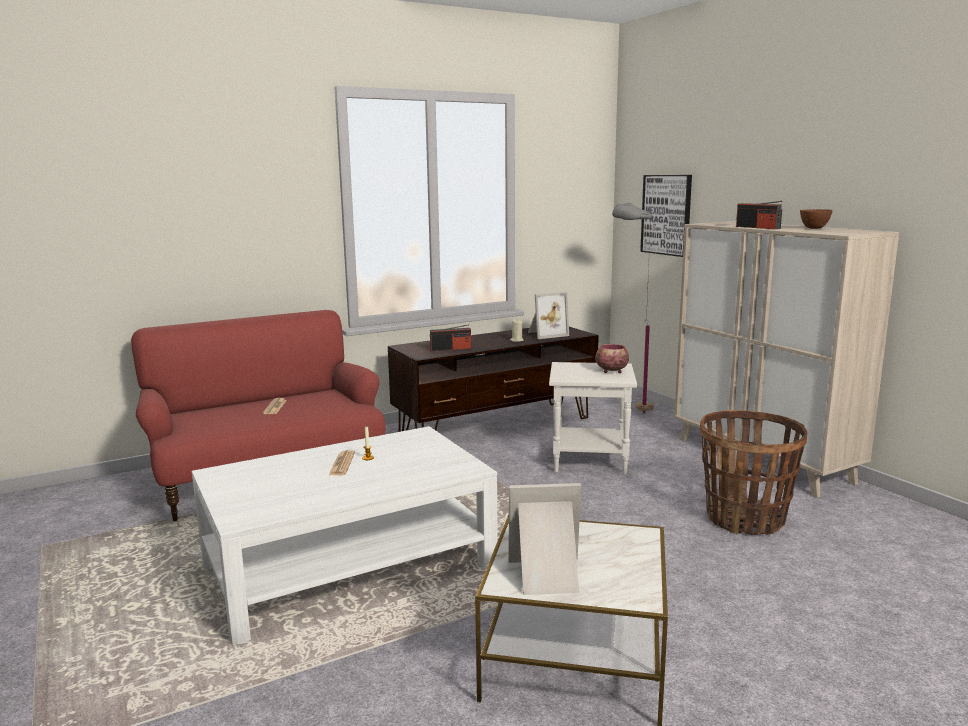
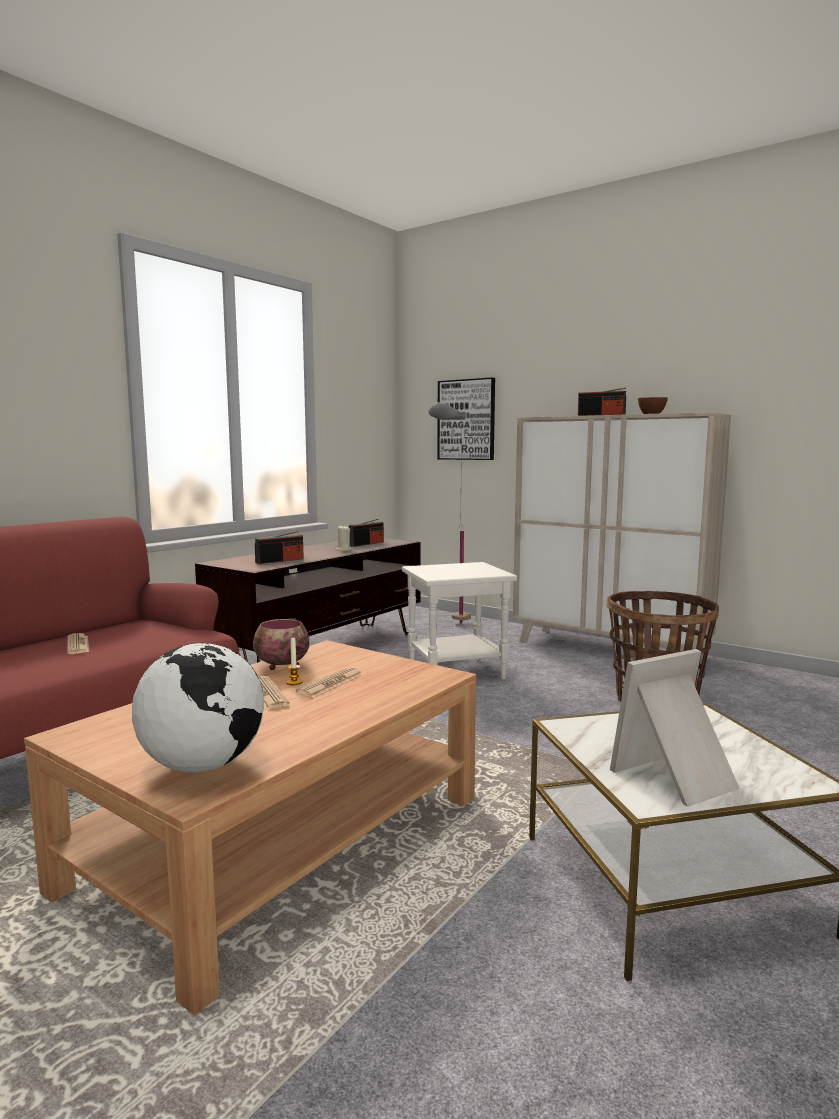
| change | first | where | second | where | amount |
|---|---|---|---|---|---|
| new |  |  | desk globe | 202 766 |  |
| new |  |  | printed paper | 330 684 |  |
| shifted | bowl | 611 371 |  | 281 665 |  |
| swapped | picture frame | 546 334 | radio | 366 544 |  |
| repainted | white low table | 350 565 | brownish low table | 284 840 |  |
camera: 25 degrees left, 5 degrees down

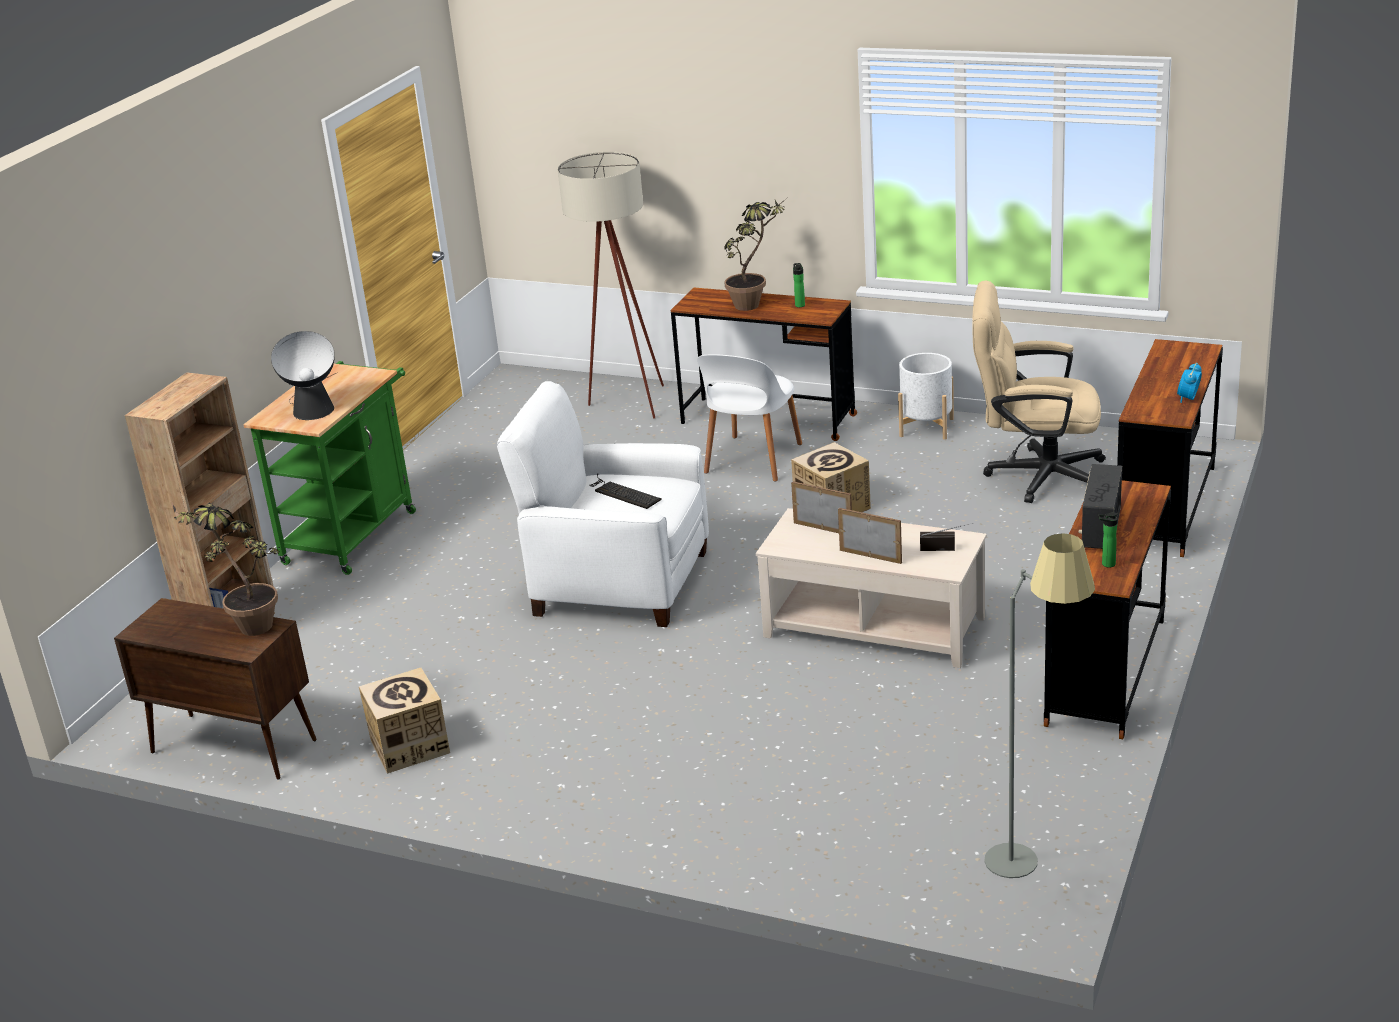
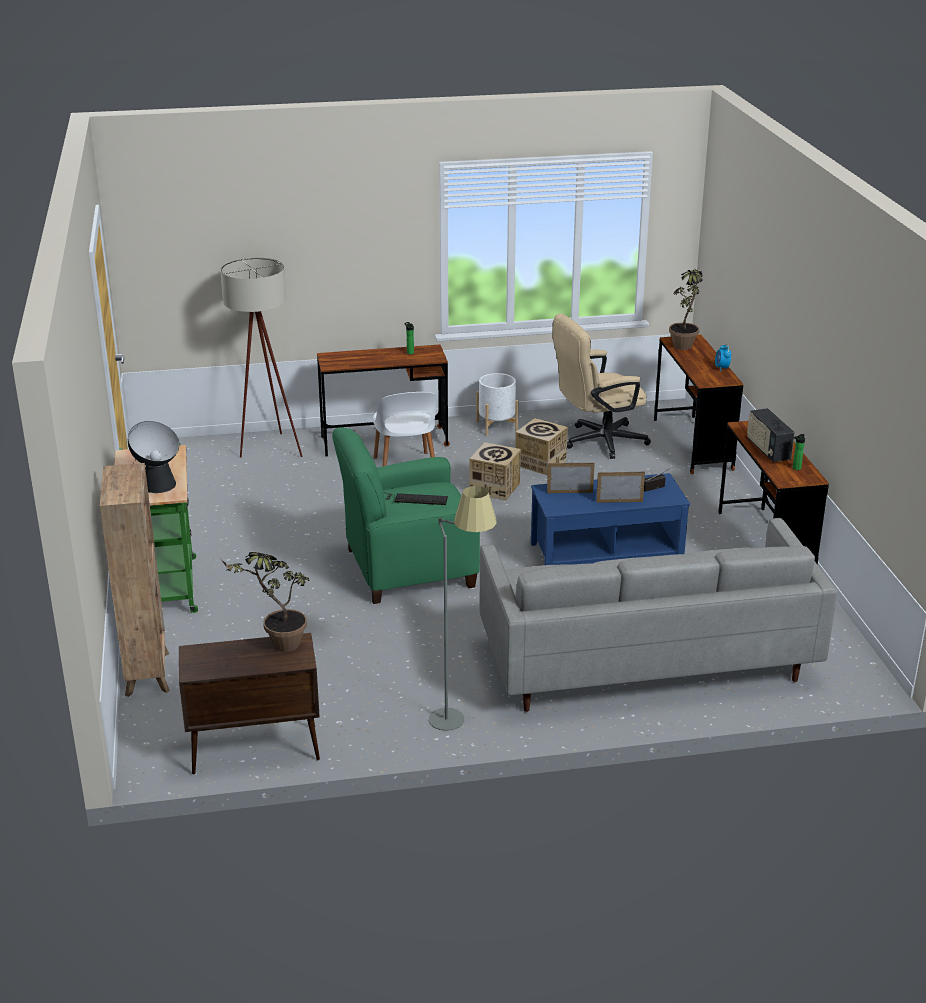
| change | first | where | second | where | amount |
|---|---|---|---|---|---|
| new |  |  | gray couch | 644 662 |  |
| shifted | packing box | 409 746 |  | 540 463 |  |
| shifted | plant in a pot | 754 303 |  | 685 344 |  |
| shifted | gray standard lamp | 1035 860 |  | 461 714 |  |
| repainted | white easy chair | 618 583 | green easy chair | 408 568 |  |
| repainted | sand-coloured low table | 873 627 | blue low table | 606 553 |  |
camera: 35 degrees left, 0 degrees up

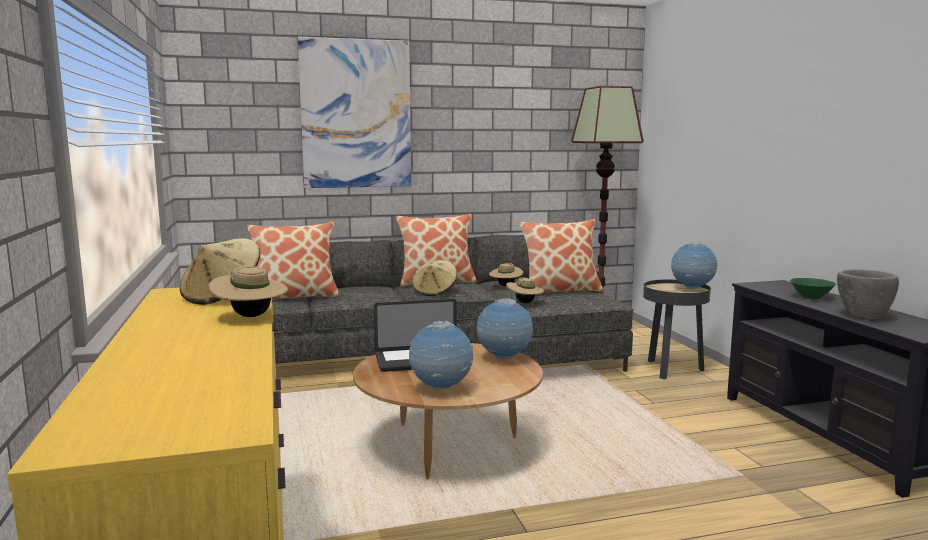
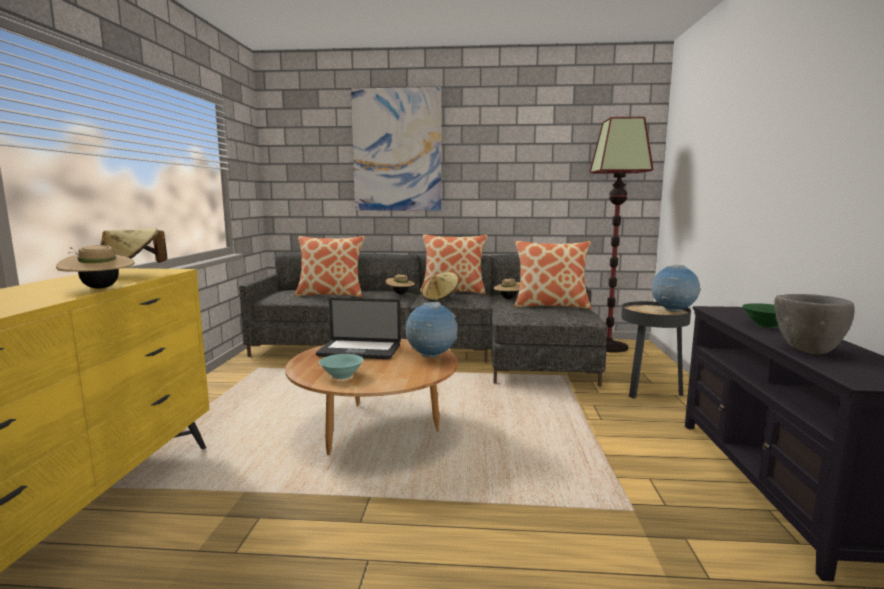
| change | first | where | second | where | amount |
|---|---|---|---|---|---|
| shifted | sand-coloured wearable hat | 525 303 |  | 400 294 |  |
| swapped | desk globe | 441 389 | turquoise-coloured bowl | 341 376 |  |
camera: 20 degrees right, 0 degrees up

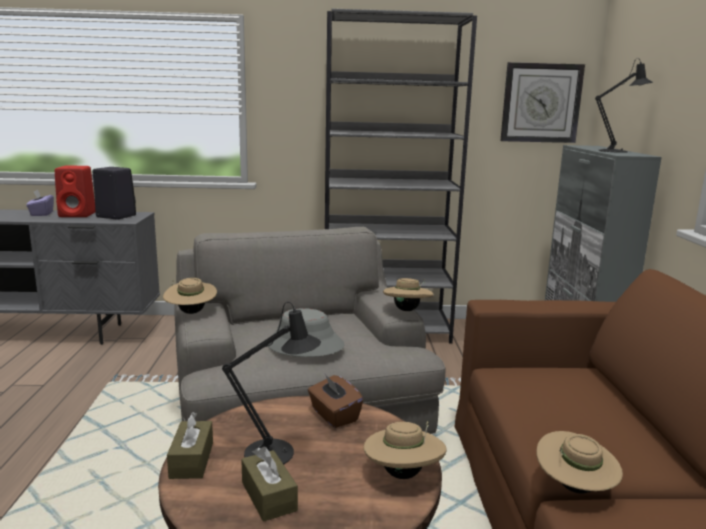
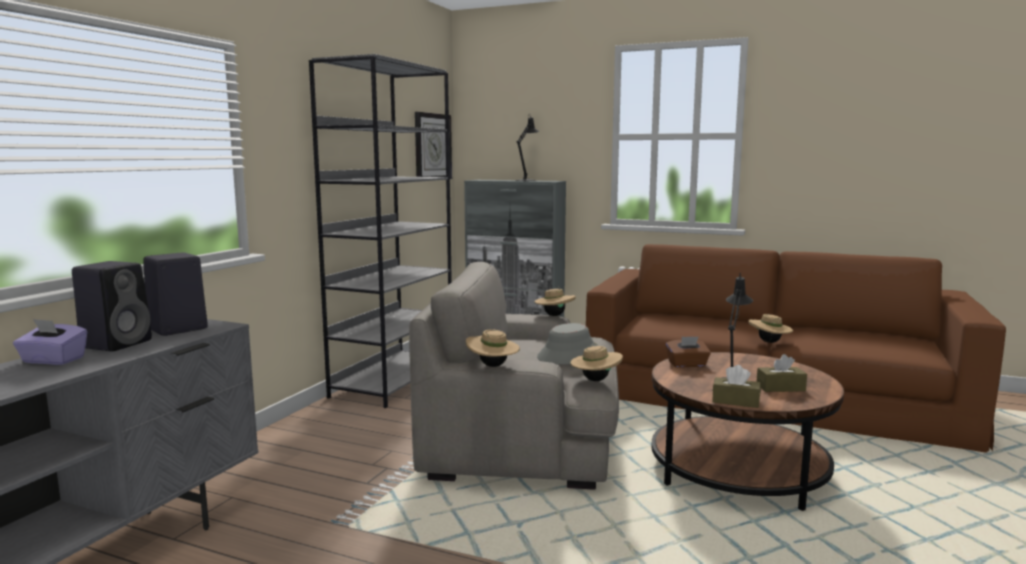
| change | first | where | second | where | amount |
|---|---|---|---|---|---|
| shifted | sand-coloured wearable hat | 403 474 |  | 595 380 |  |
| repainted | reddish loudspeaker | 79 214 | blackish loudspeaker | 117 343 |  |
camera: 65 degrees left, 5 degrees down

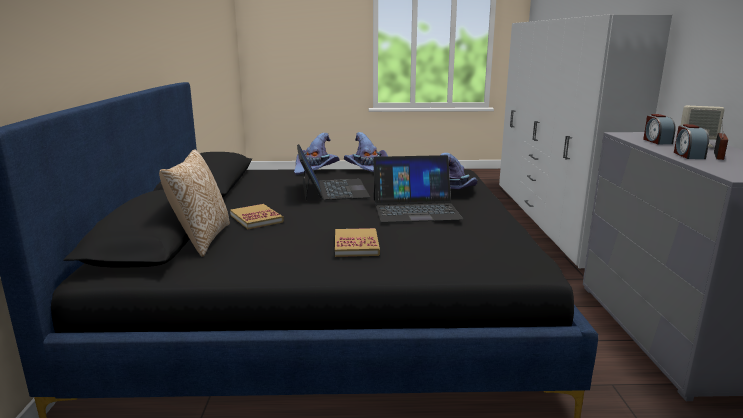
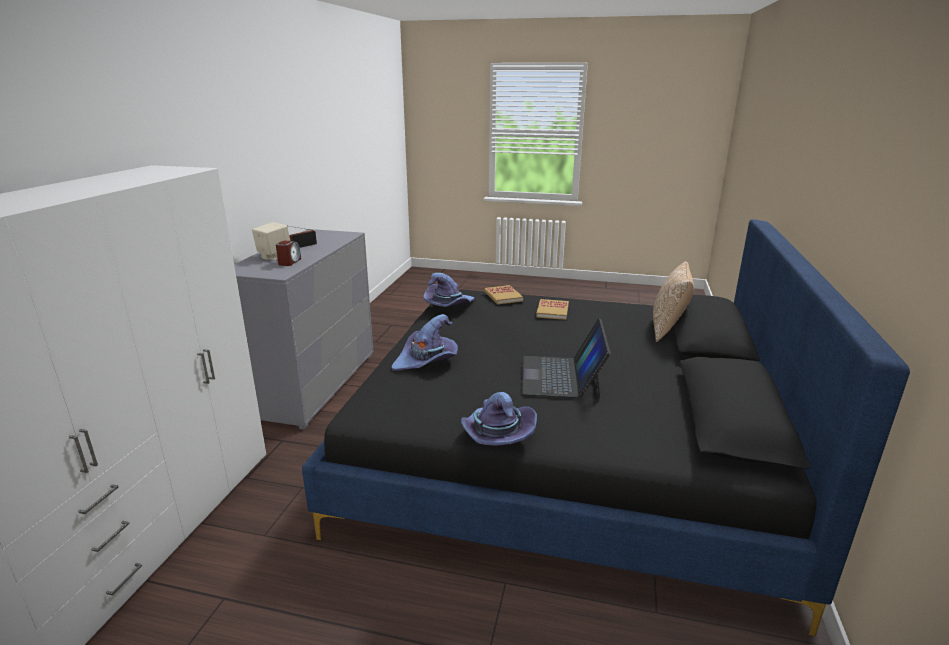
| change | first | where | second | where | amount |
|---|---|---|---|---|---|
| gone | notebook computer | 415 209 |  |  |  |
| gone | alarm clock | 688 155 |  |  |  |
| shifted | volume | 256 218 |  | 503 296 |  |
| shifted | purple wearable hat | 316 169 |  | 448 305 |  |
camera: 165 degrees left, 5 degrees up

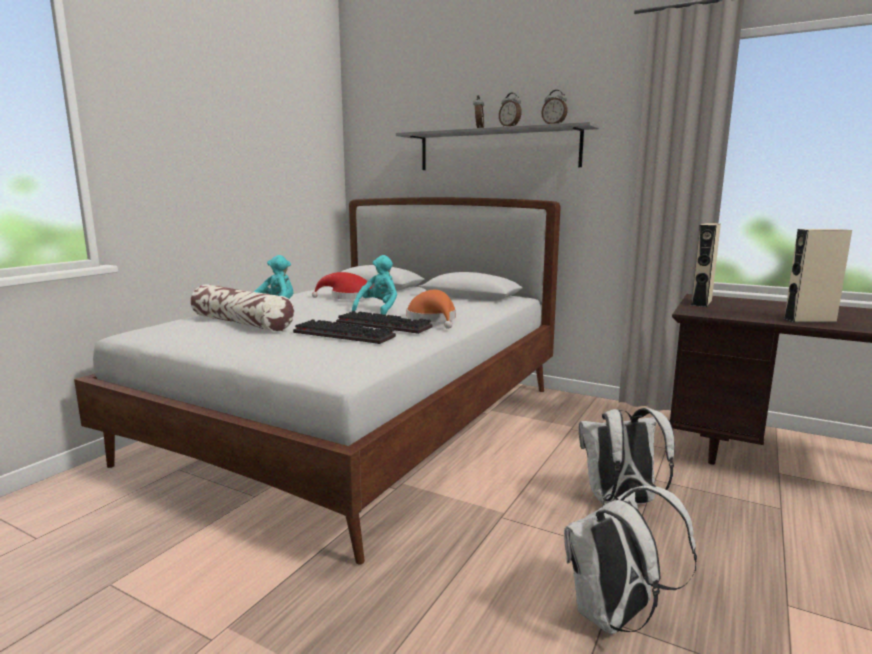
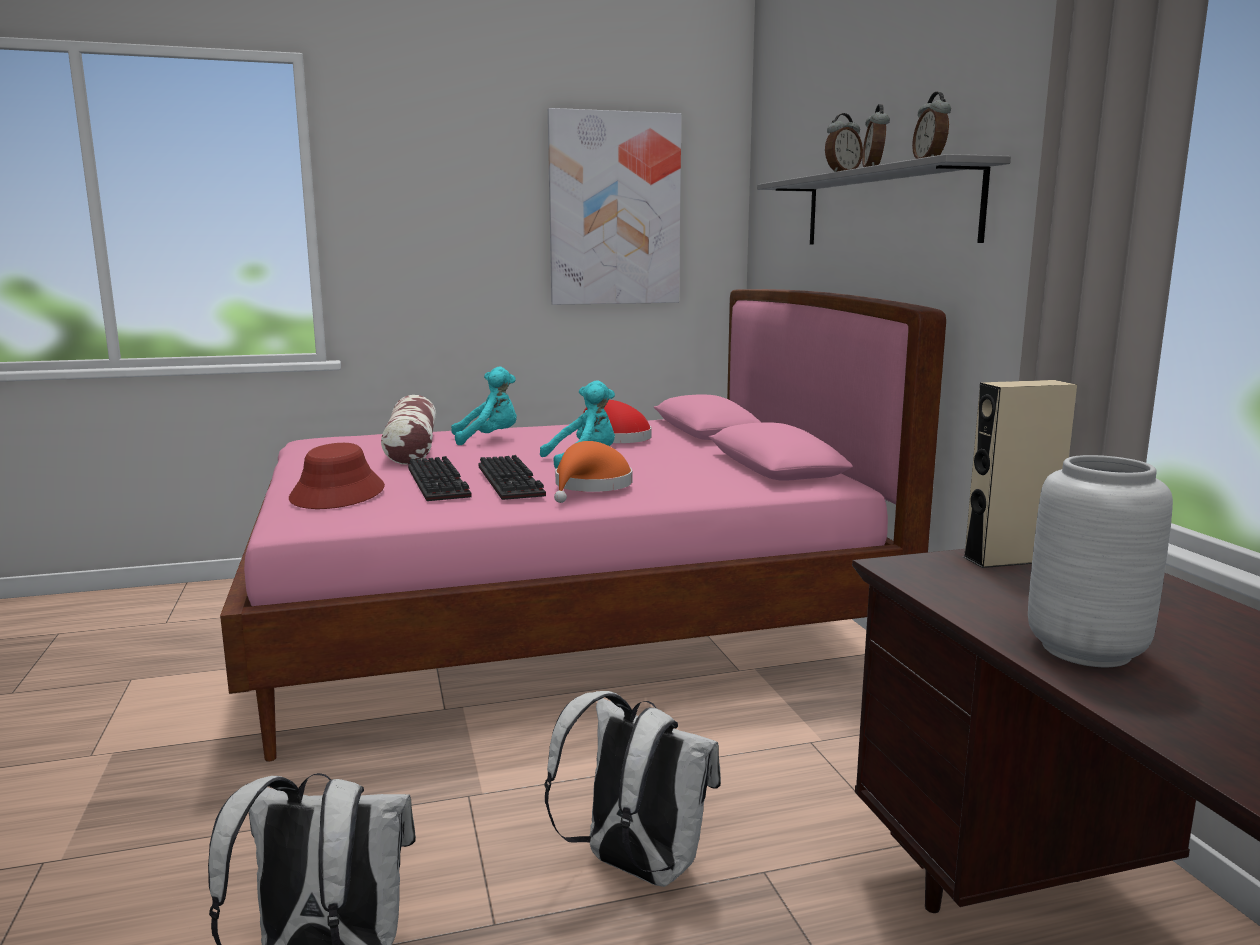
| change | first | where | second | where | amount |
|---|---|---|---|---|---|
| new |  |  | reddish wearable hat | 338 493 |  |
| new |  |  | wall art | 614 209 |  |
| swapped | sand-coloured loudspeaker | 809 320 | gray decorative vase | 1087 651 |  |
| repainted | white sleeping bed | 360 425 | pink sleeping bed | 561 624 |  |
camera: 45 degrees right, 0 degrees up

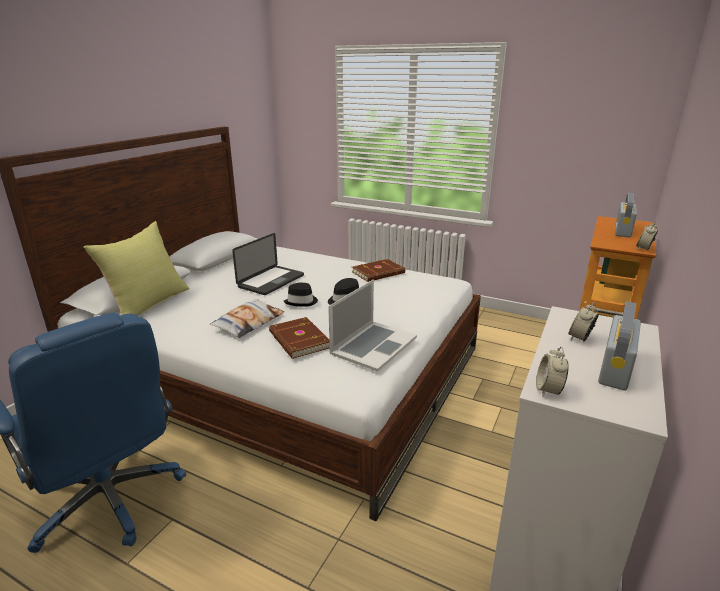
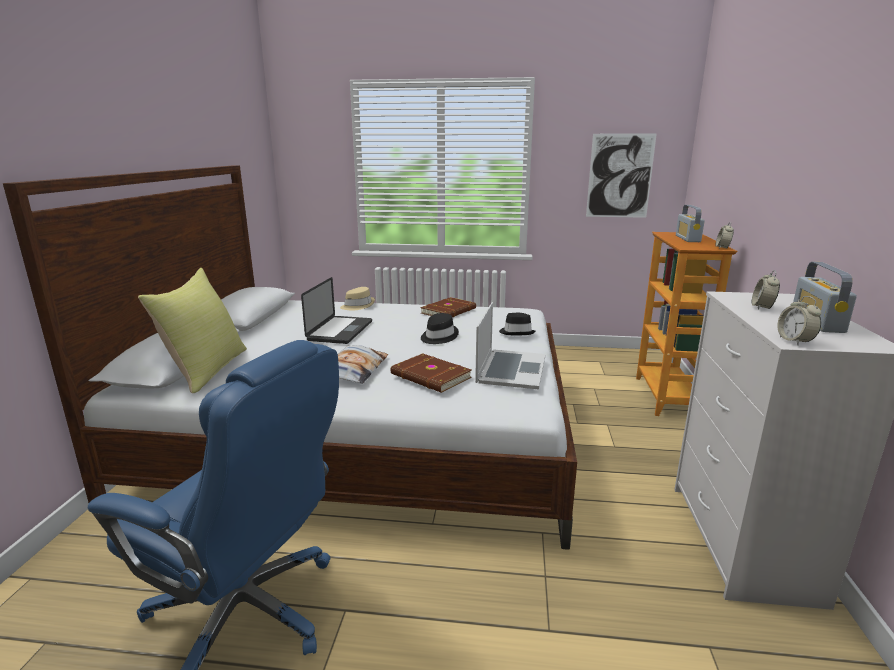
| change | first | where | second | where | amount |
|---|---|---|---|---|---|
| new |  |  | sand-coloured wearable hat | 357 306 |  |
| new |  |  | wall art | 620 176 |  |
| shifted | blackish wearable hat | 301 301 |  | 517 332 |  |
camera: 20 degrees left, 5 degrees down

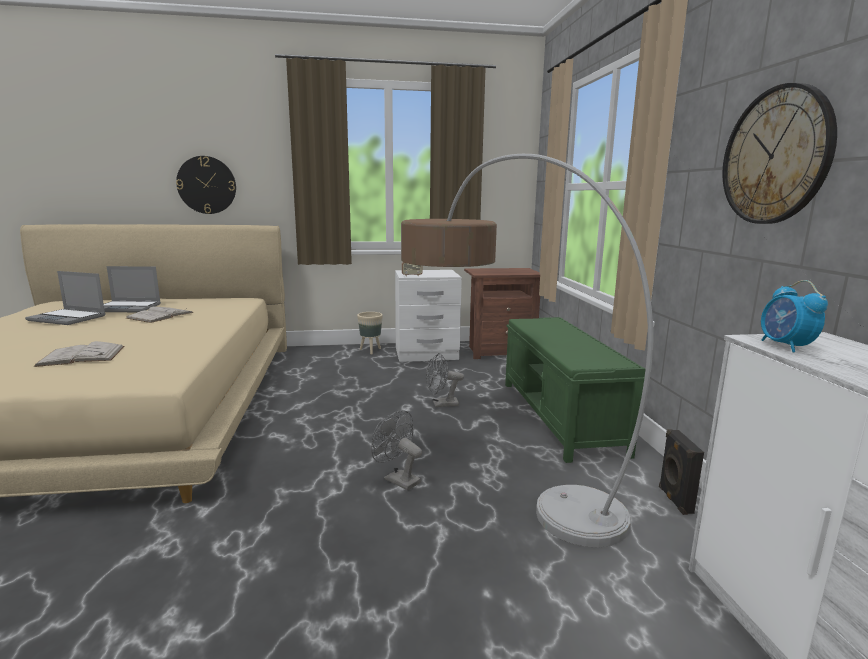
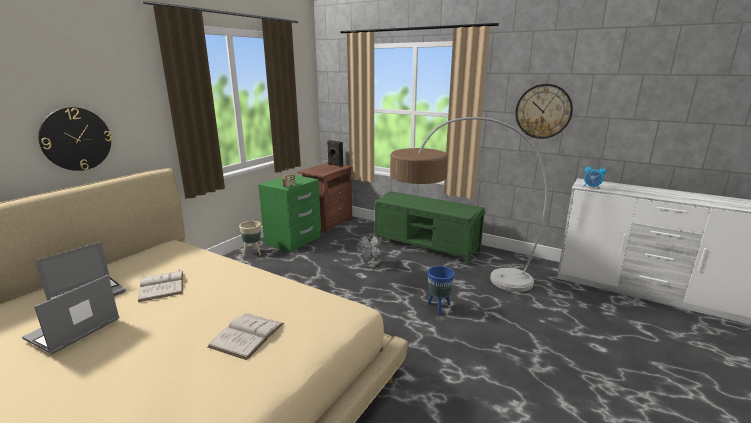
| change | first | where | second | where | amount |
|---|---|---|---|---|---|
| shifted | blackish loudspeaker | 674 500 |  | 335 165 |  |
| swapped | gray cooling fan | 397 479 | blue plant pot | 439 307 |  |
| repainted | white nightstand | 426 354 | green nightstand | 293 240 |  |
| rotated | notebook computer | 68 318 |  | 73 330 | 150 degrees clockwise |
camera: 50 degrees left, 5 degrees up

